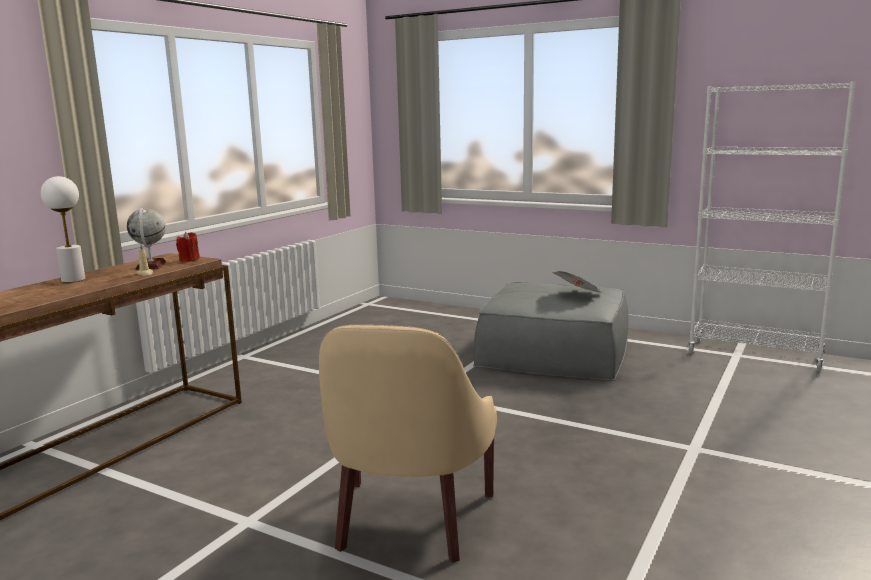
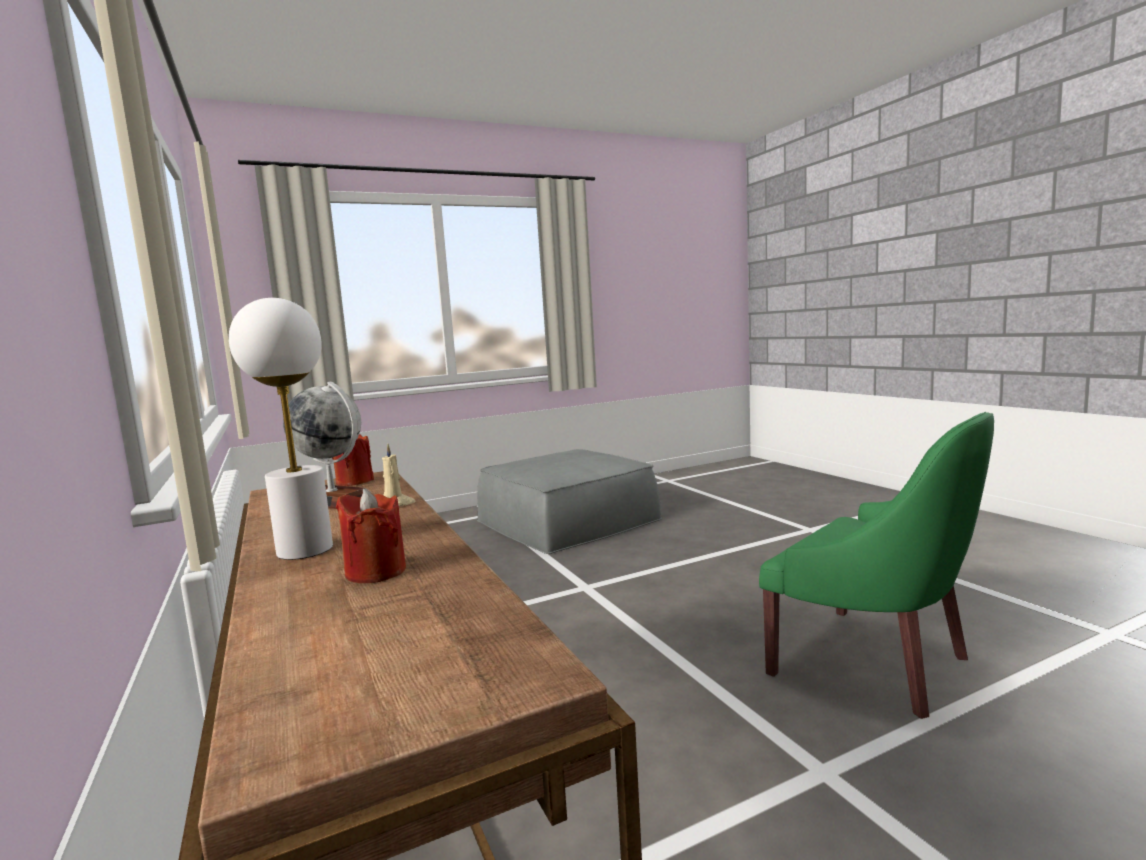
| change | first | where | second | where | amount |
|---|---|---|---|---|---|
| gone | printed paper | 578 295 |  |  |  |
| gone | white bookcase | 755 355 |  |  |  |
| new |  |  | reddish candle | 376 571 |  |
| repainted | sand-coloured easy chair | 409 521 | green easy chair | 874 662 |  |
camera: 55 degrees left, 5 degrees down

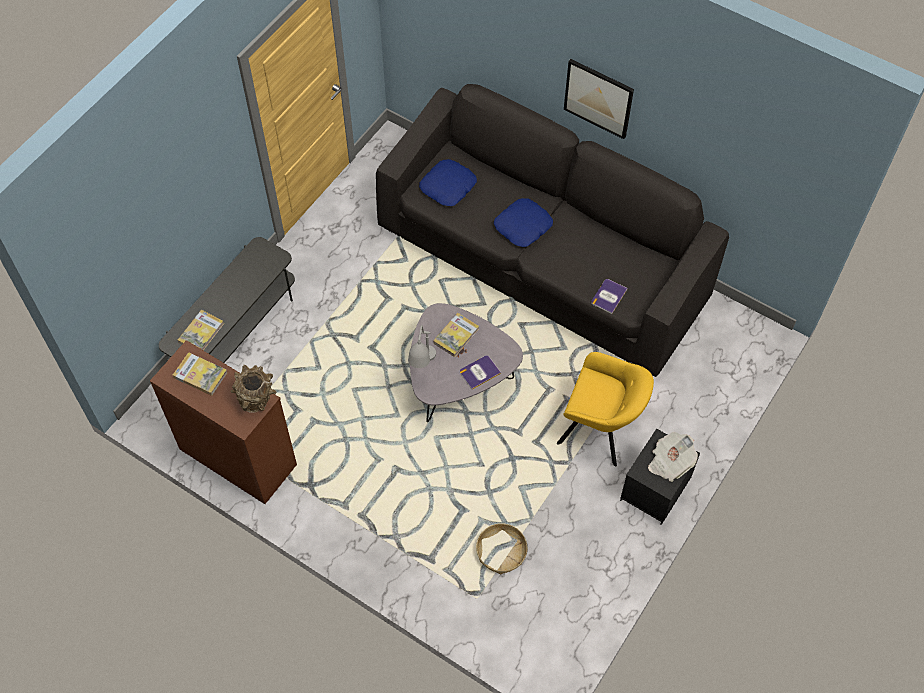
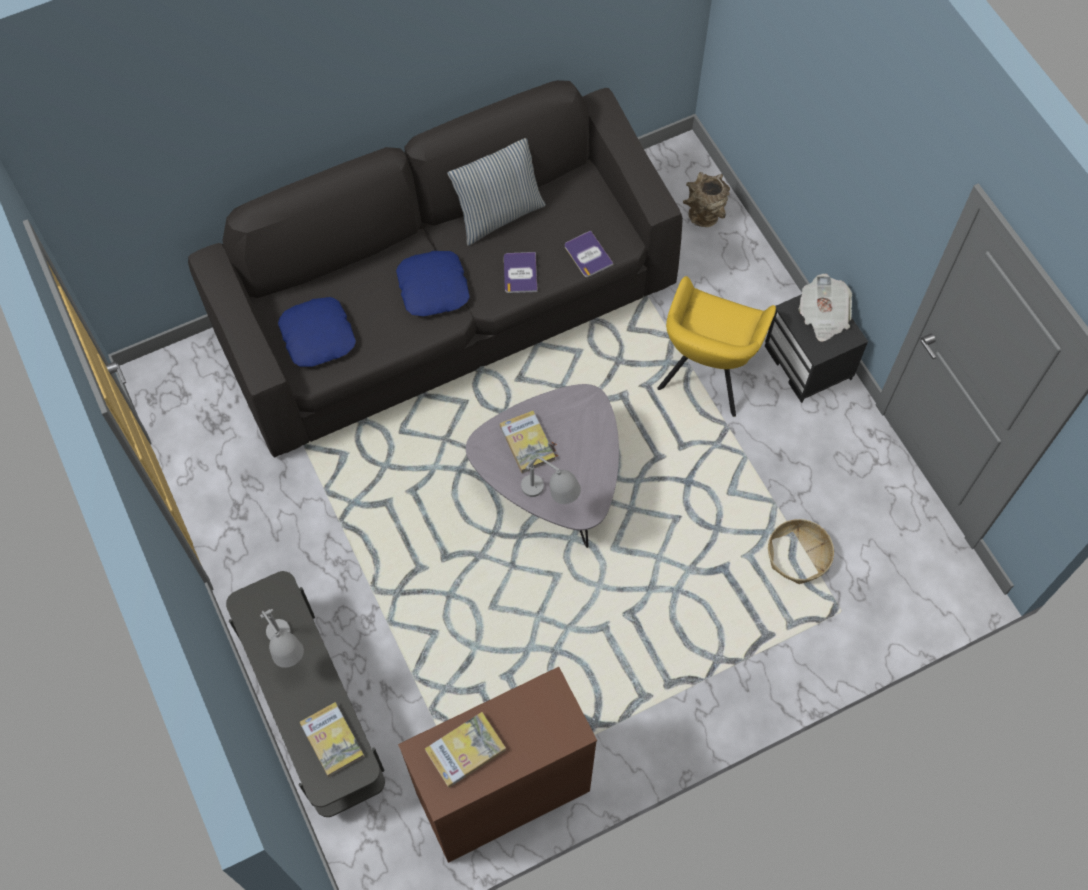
| change | first | where | second | where | amount |
|---|---|---|---|---|---|
| gone | wall art | 598 98 |  |  |  |
| new |  |  | gray tabletop lamp | 289 654 |  |
| new |  |  | pillow | 498 214 |  |
| shifted | brownish decorative vase | 257 400 |  | 704 213 |  |
| shifted | volume | 479 372 |  | 520 273 |  |
| rotated | yellow easy chair | 600 431 |  | 705 374 | 150 degrees clockwise |
camera: 60 degrees left, 5 degrees up

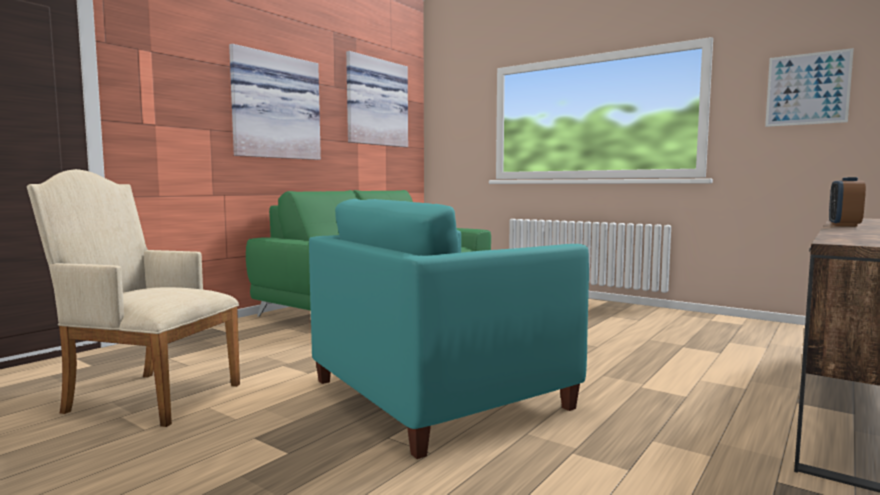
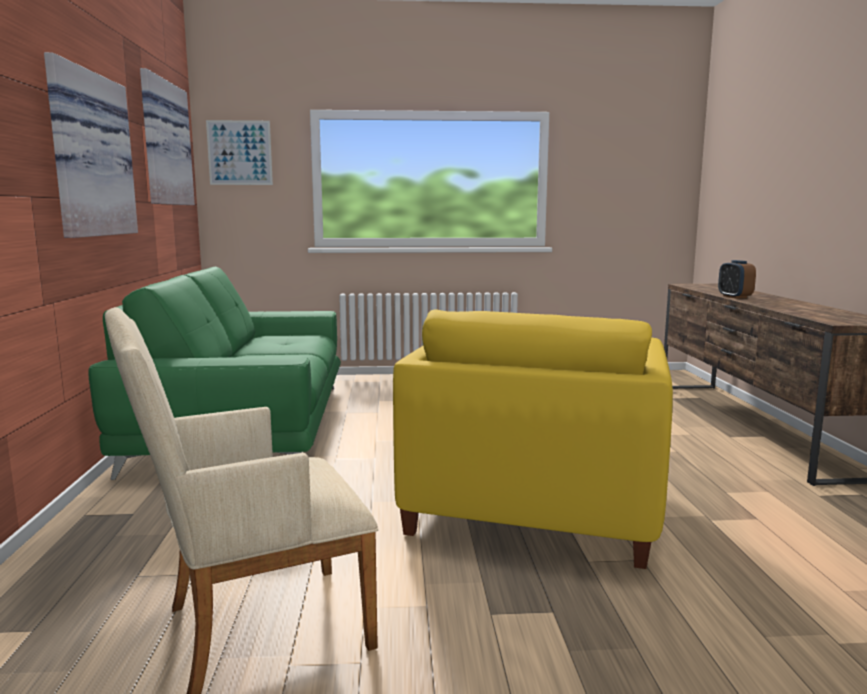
| change | first | where | second | where | amount |
|---|---|---|---|---|---|
| shifted | wall art | 807 89 |  | 239 153 |  |
| repainted | turquoise-coloured easy chair | 440 394 | yellow easy chair | 534 507 |  |
camera: 40 degrees left, 5 degrees up

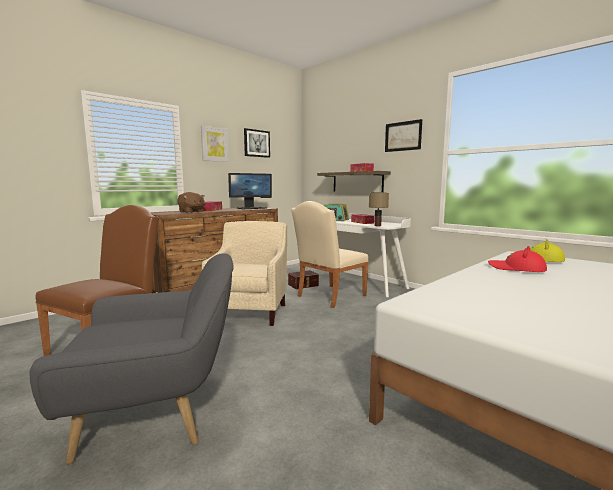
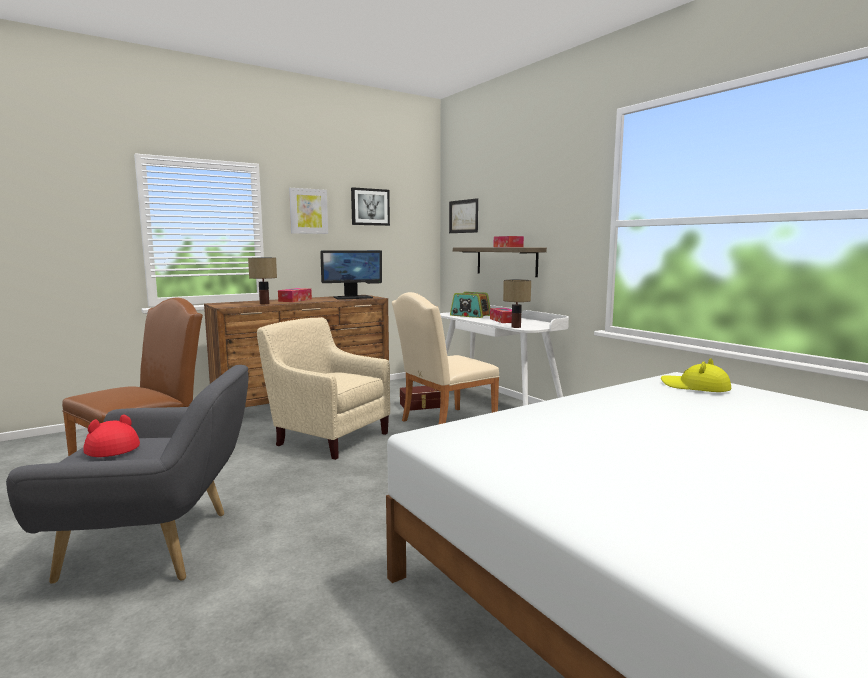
| change | first | where | second | where | amount |
|---|---|---|---|---|---|
| shifted | wall art | 403 136 |  | 463 216 |  |
| shifted | reddish wearable hat | 516 268 |  | 110 447 |  |
| swapped | brownish soft toy | 191 212 | tabletop lamp | 264 303 |  |
| rotated | sand-coloured easy chair | 250 311 |  | 329 437 | 75 degrees counterclockwise |
camera: 10 degrees right, 0 degrees up

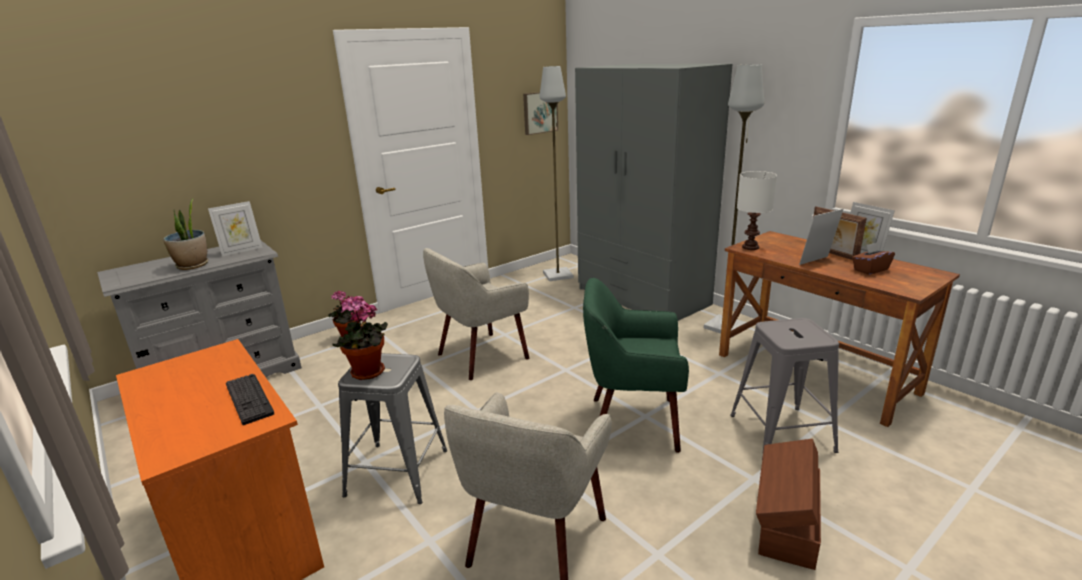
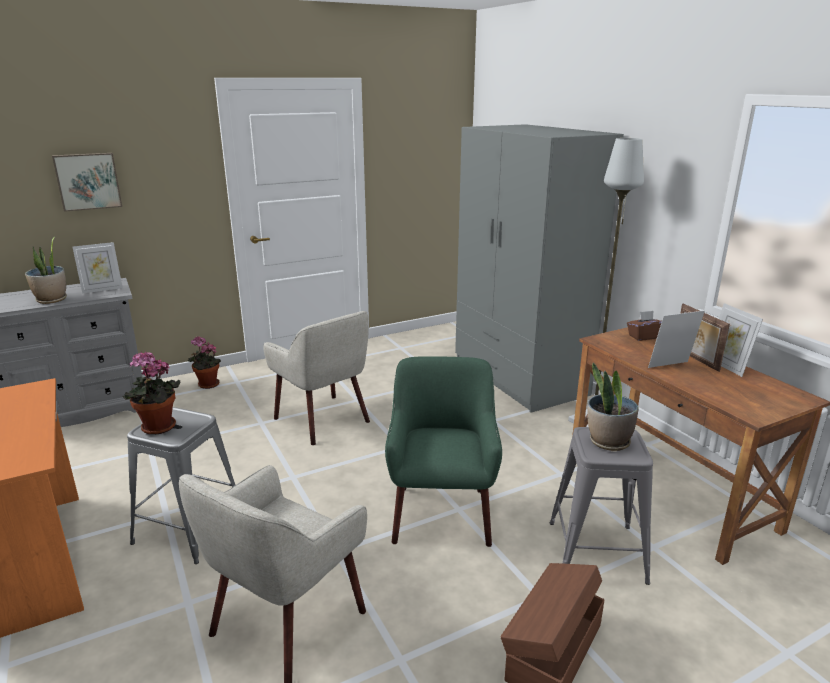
| change | first | where | second | where | amount |
|---|---|---|---|---|---|
| gone | PC keyboard | 249 399 |  |  |  |
| gone | gray standard lamp | 558 275 |  |  |  |
| gone | white tabletop lamp | 750 247 |  |  |  |
| new |  |  | plant in a pot | 608 442 |  |
| shifted | wall art | 539 112 |  | 88 181 |  |
| shifted | brownish tissue box | 870 270 |  | 644 336 |  |
| rotated | sand-coloured easy chair | 481 356 |  | 323 420 | 105 degrees counterclockwise |
| rotated | green easy chair | 632 422 |  | 441 514 | 75 degrees clockwise |
camera: 10 degrees right, 0 degrees up

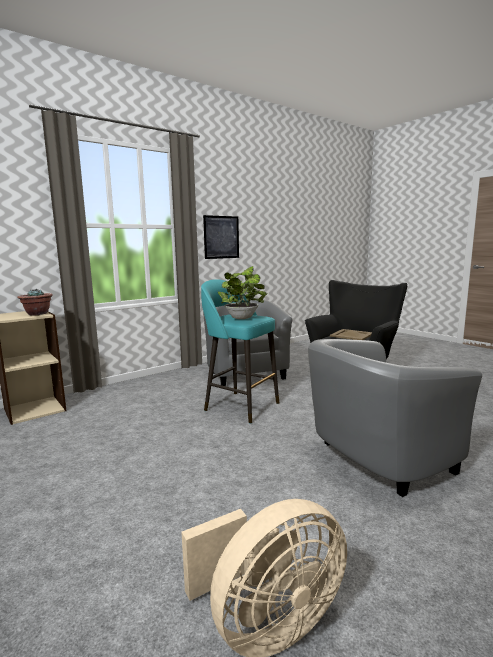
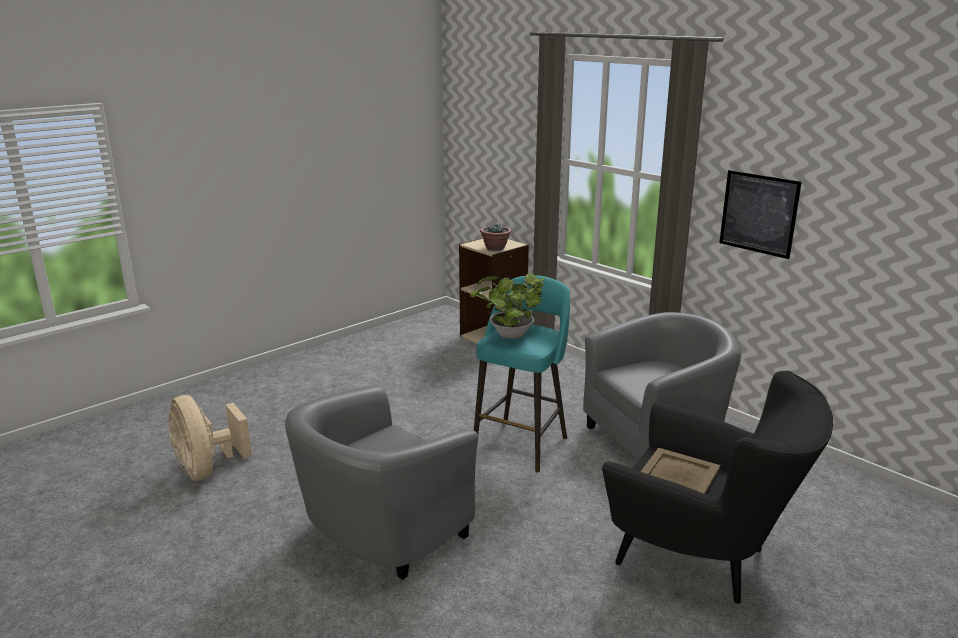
| change | first | where | second | where | amount |
|---|---|---|---|---|---|
| rotated | gray easy chair | 375 460 |  | 380 536 | 105 degrees counterclockwise |
camera: 85 degrees right, 10 degrees up

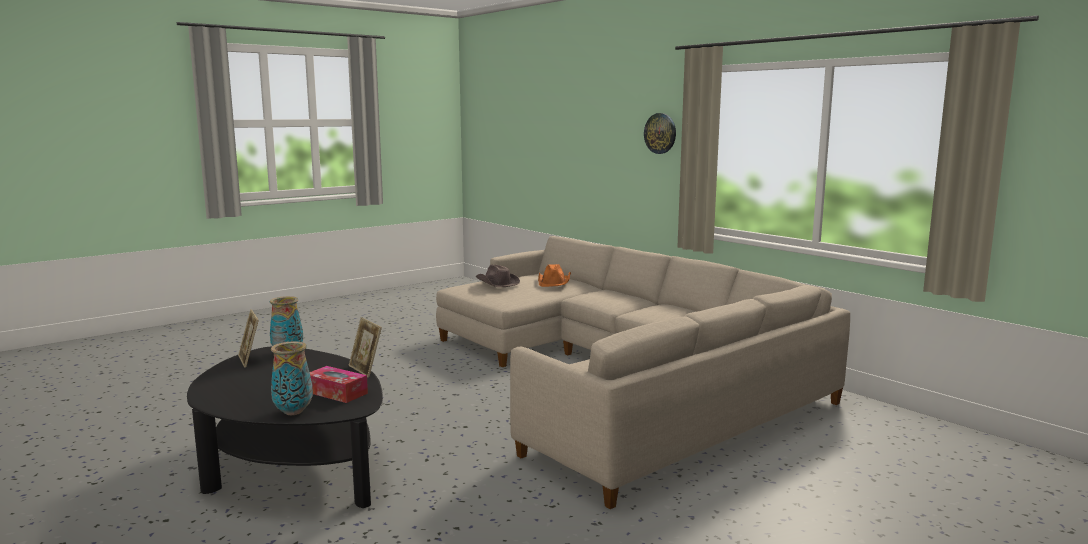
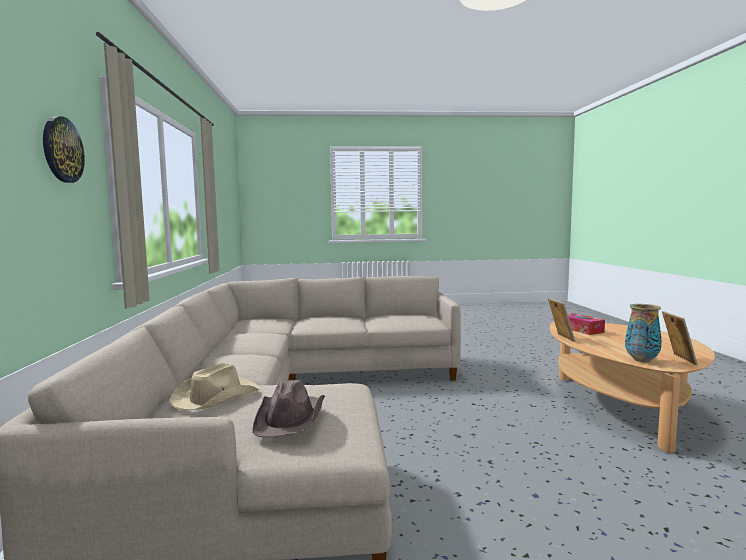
| change | first | where | second | where | amount |
|---|---|---|---|---|---|
| gone | decorative vase | 294 412 |  |  |  |
| repainted | blackish low table | 293 465 | sand-coloured low table | 620 406 |  |
| repainted | orange-coloured wearable hat | 554 282 | sand-coloured wearable hat | 215 397 |  |
camera: 145 degrees left, 5 degrees down

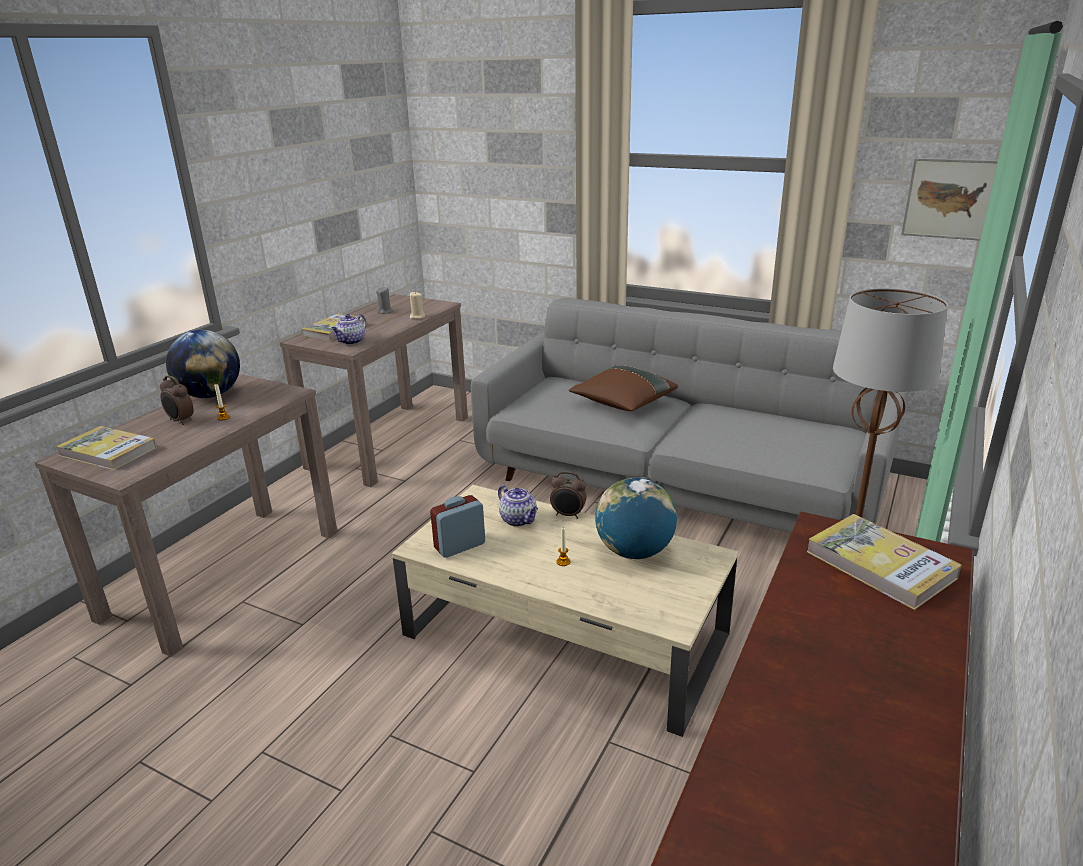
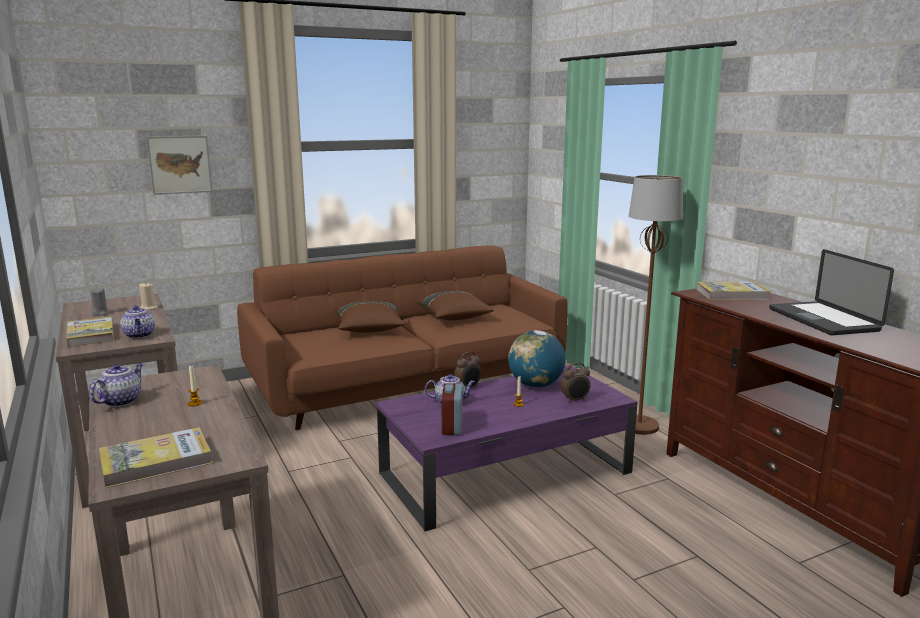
| change | first | where | second | where | amount |
|---|---|---|---|---|---|
| new |  |  | brownish pillow | 454 318 |  |
| new |  |  | notebook computer | 822 320 |  |
| shifted | alarm clock | 180 421 |  | 575 400 |  |
| shifted | wall art | 949 198 |  | 180 164 |  |
| swapped | desk globe | 210 395 | tea pot | 121 401 |  |
| repainted | sand-coloured low table | 566 635 | purple low table | 507 472 |  |
| repainted | gray couch | 676 485 | brownish couch | 408 384 |  |
camera: 55 degrees left, 10 degrees down

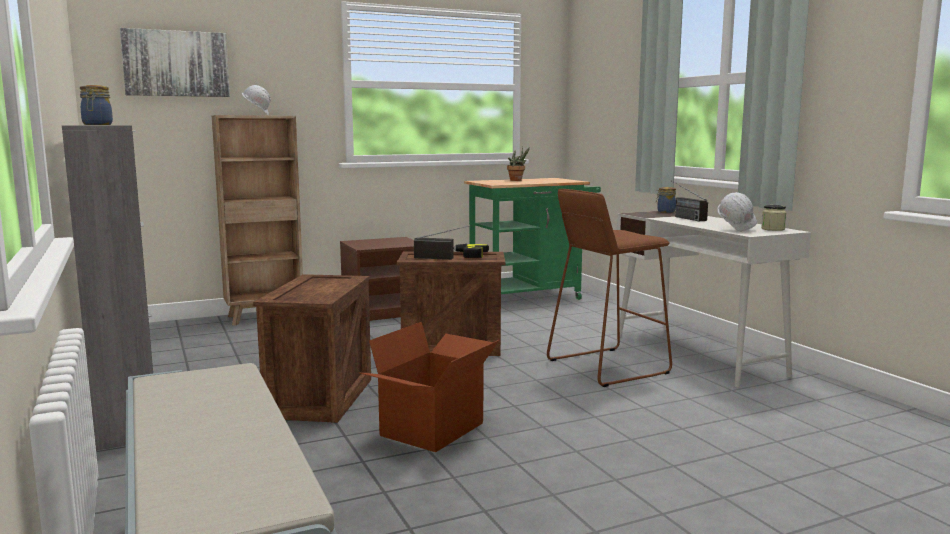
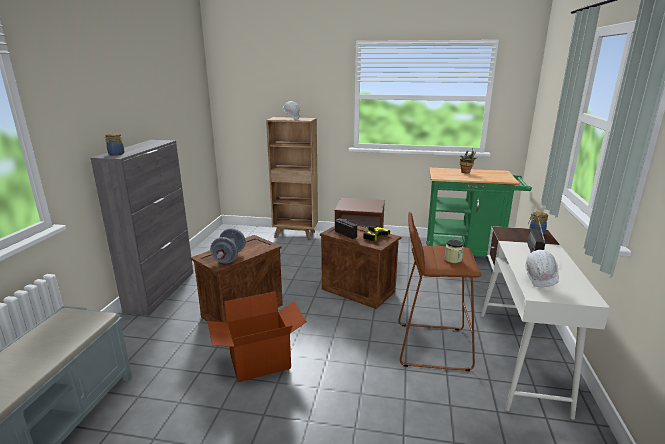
| change | first | where | second | where | amount |
|---|---|---|---|---|---|
| gone | wall art | 176 63 |  |  |  |
| new |  |  | gray dumbbell | 229 257 |  |
| shifted | storage jar | 773 229 |  | 453 259 |  |
camera: 35 degrees right, 10 degrees up

